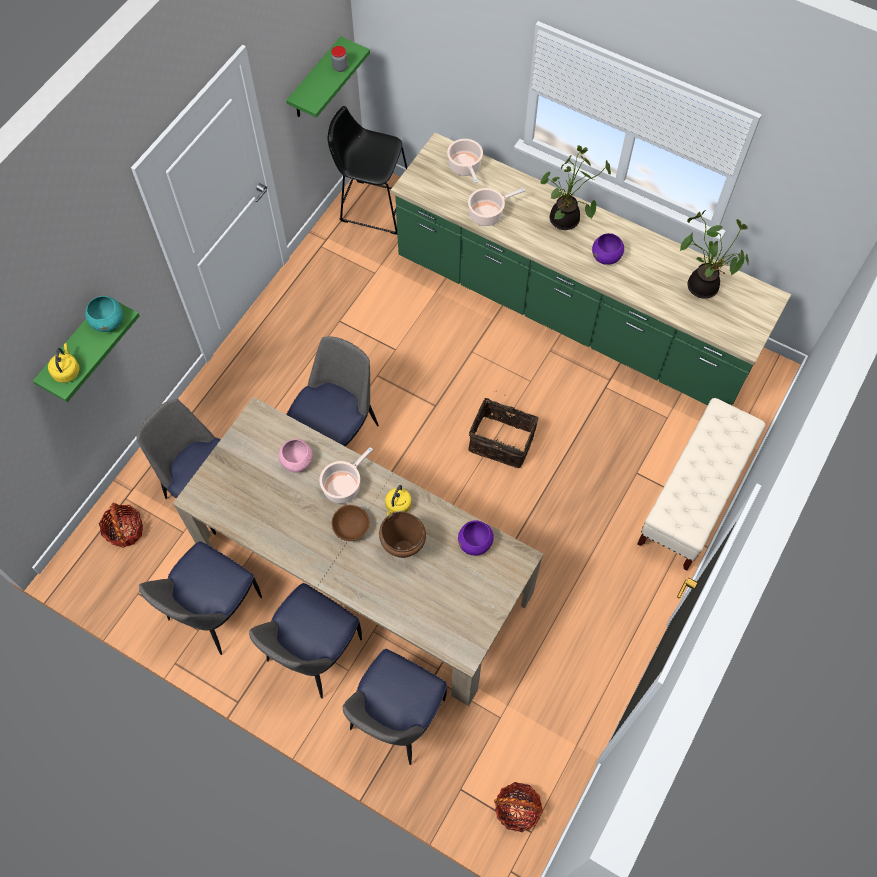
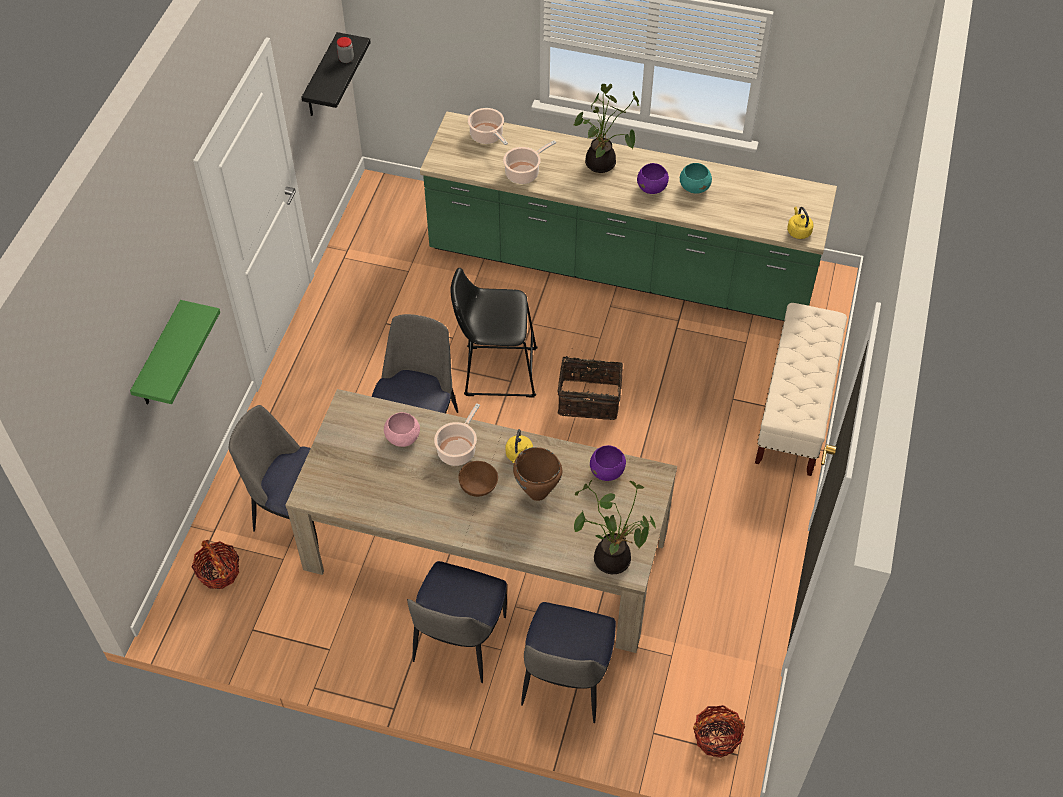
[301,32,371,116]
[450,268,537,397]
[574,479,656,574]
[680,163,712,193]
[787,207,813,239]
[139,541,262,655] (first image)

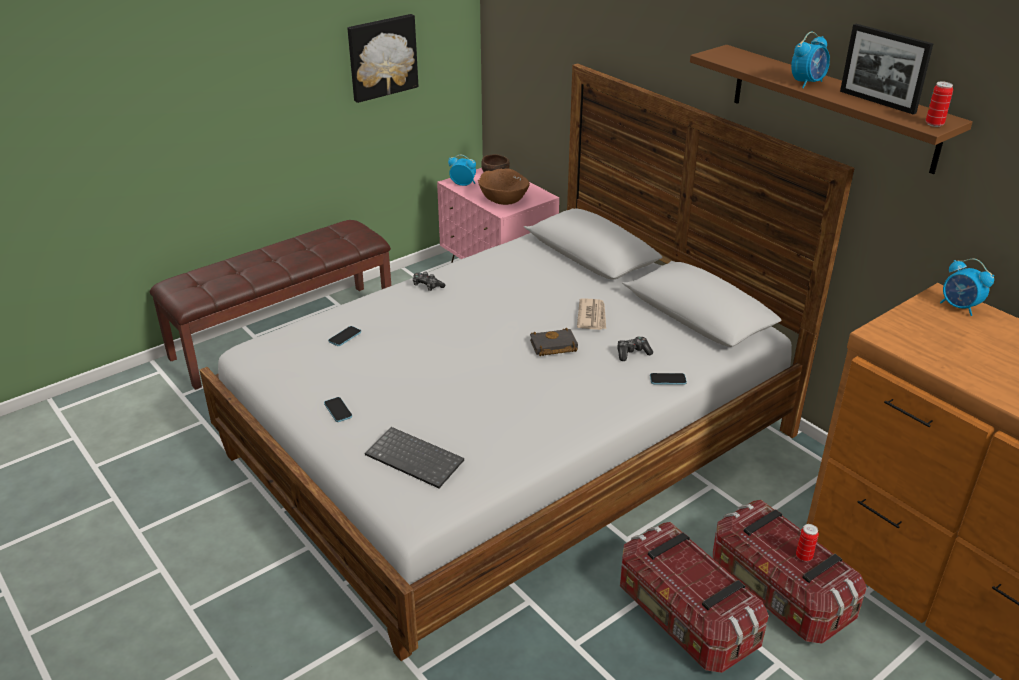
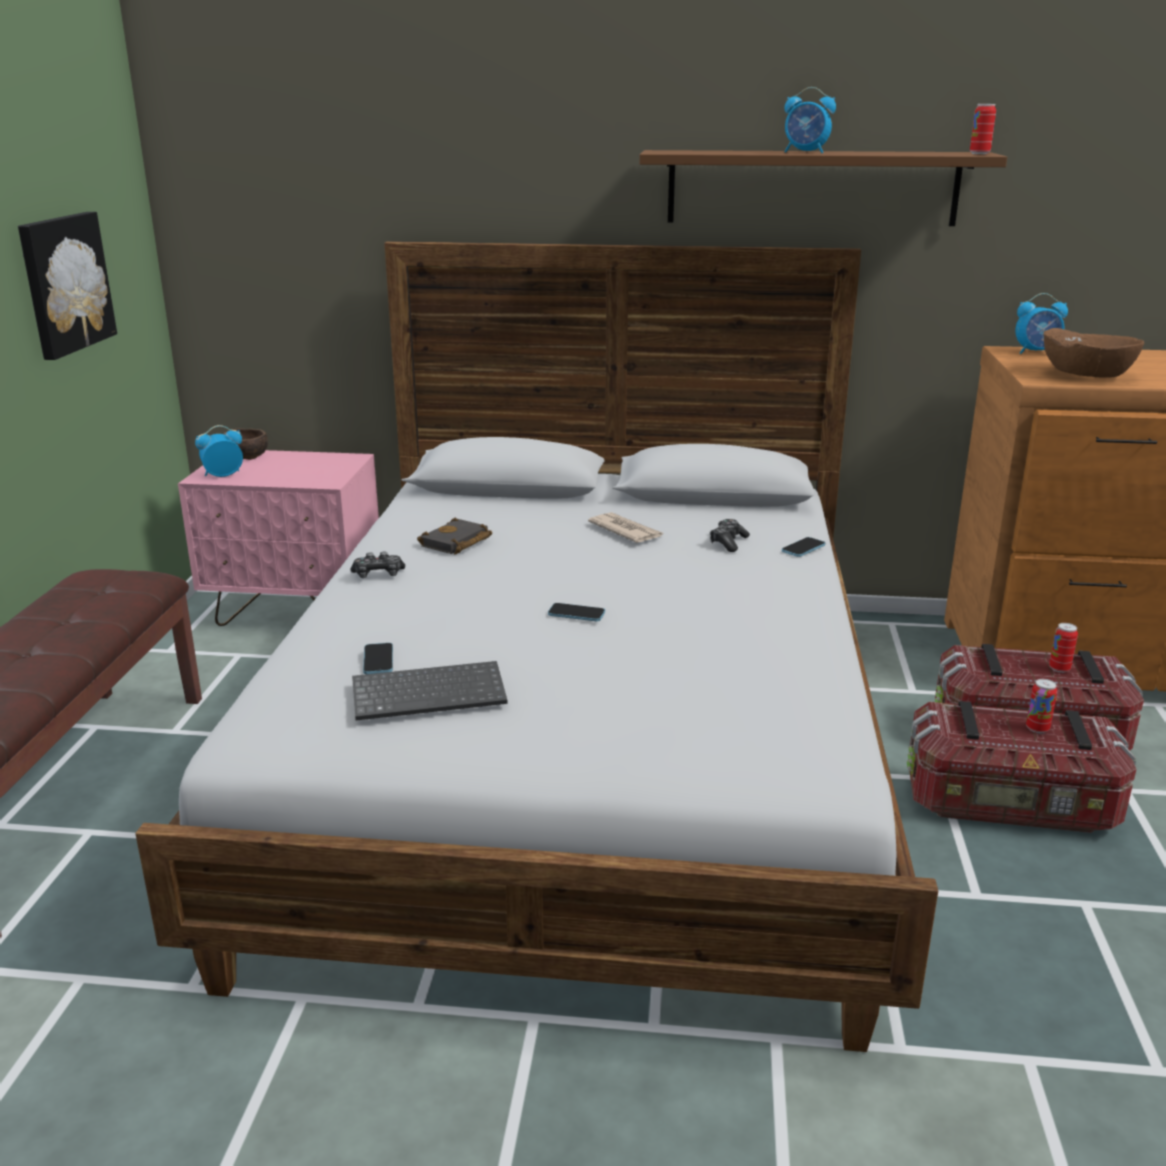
[352,661,507,720]
[417,518,492,554]
[548,603,605,621]
[785,87,836,153]
[1026,679,1057,733]
[1044,328,1144,378]
[840,24,933,115] (first image)

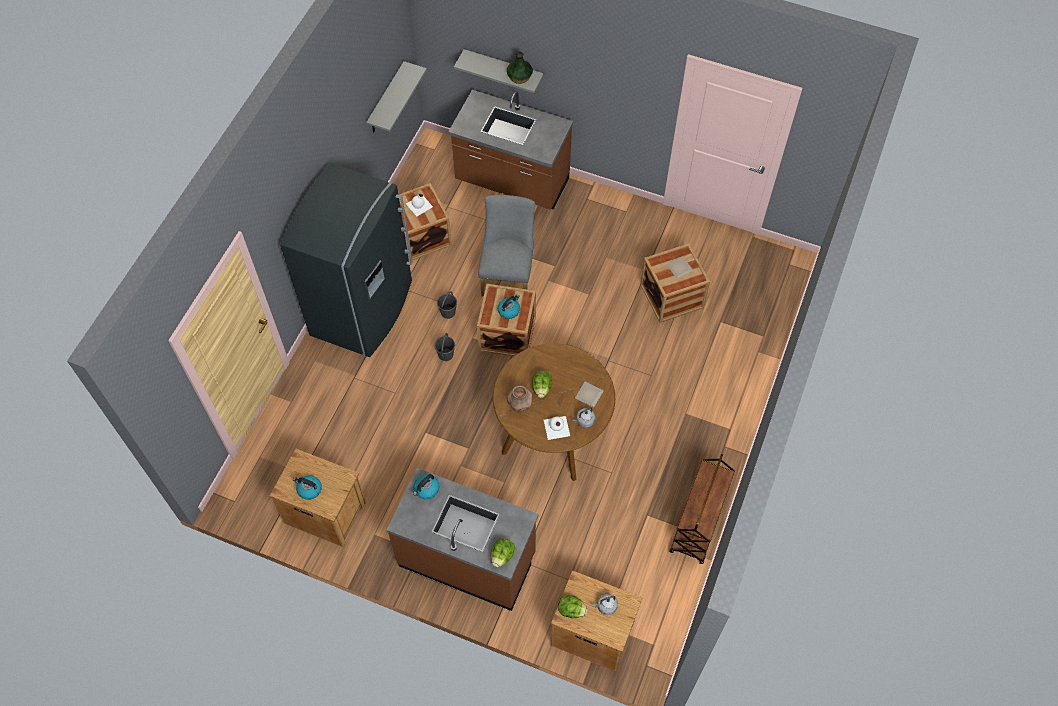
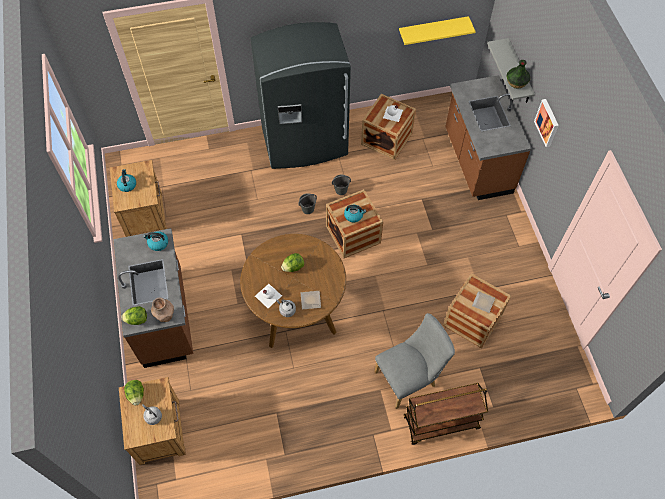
[151,297,174,322]
[374,313,455,409]
[399,16,476,45]
[403,383,488,445]
[534,99,559,147]

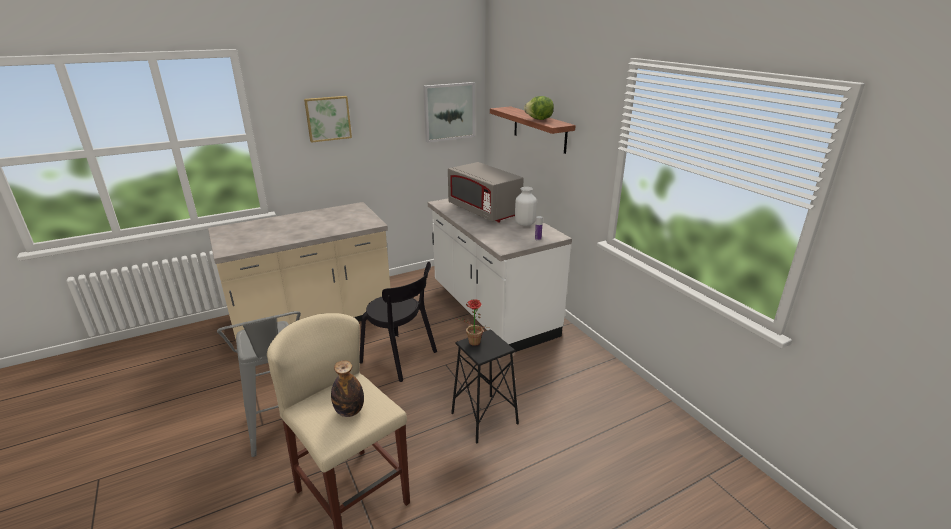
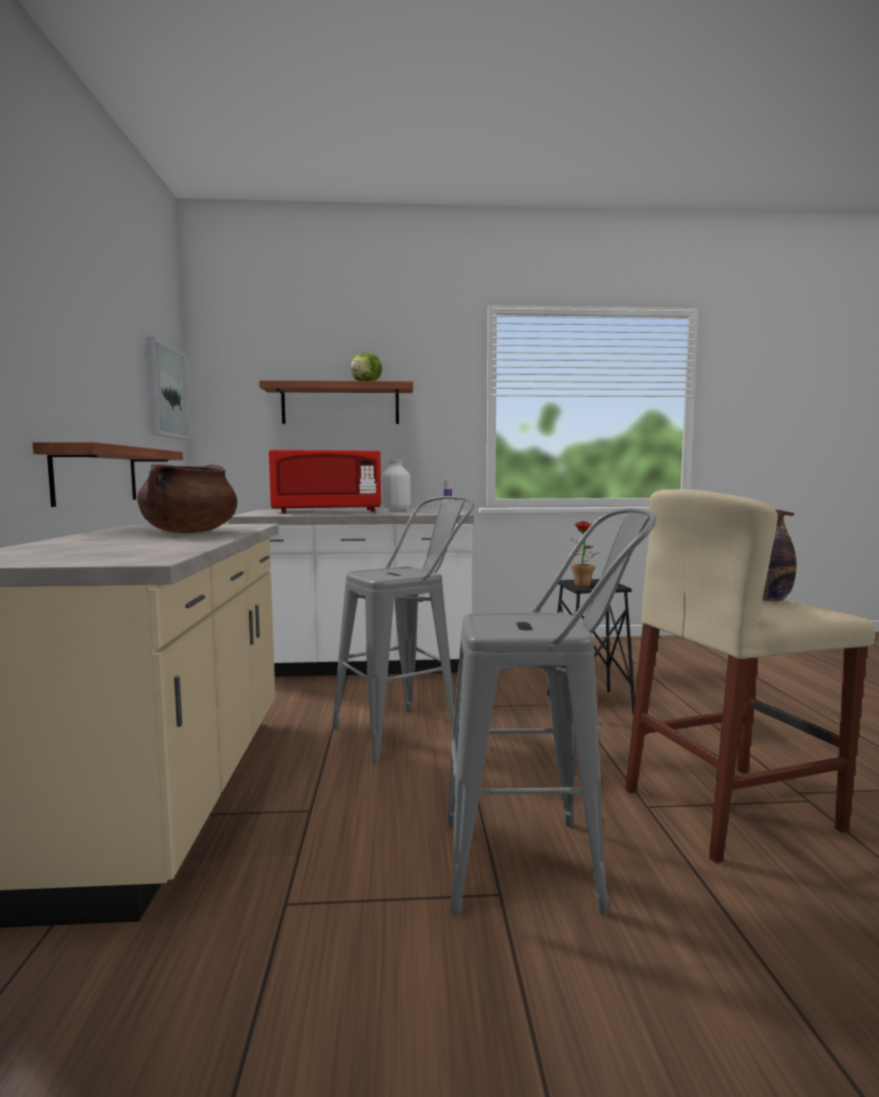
[33,442,183,507]
[137,464,237,533]
[269,450,381,513]
[332,496,475,763]
[304,96,352,143] (first image)

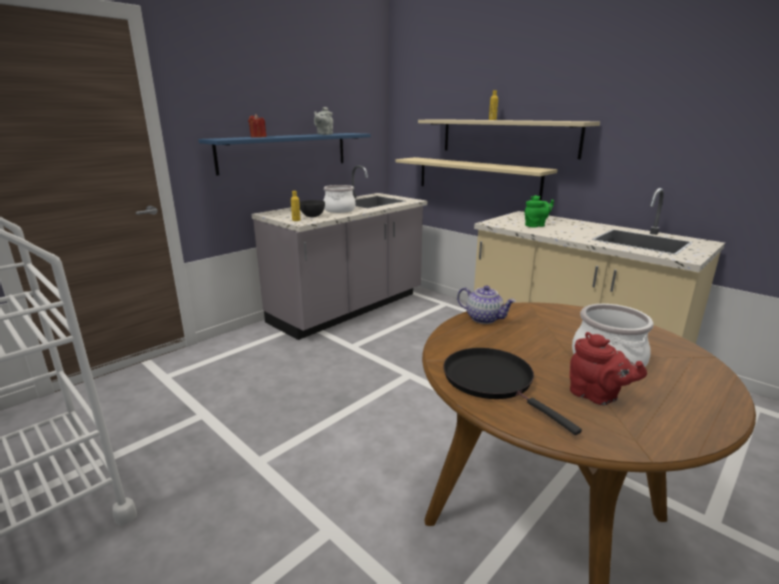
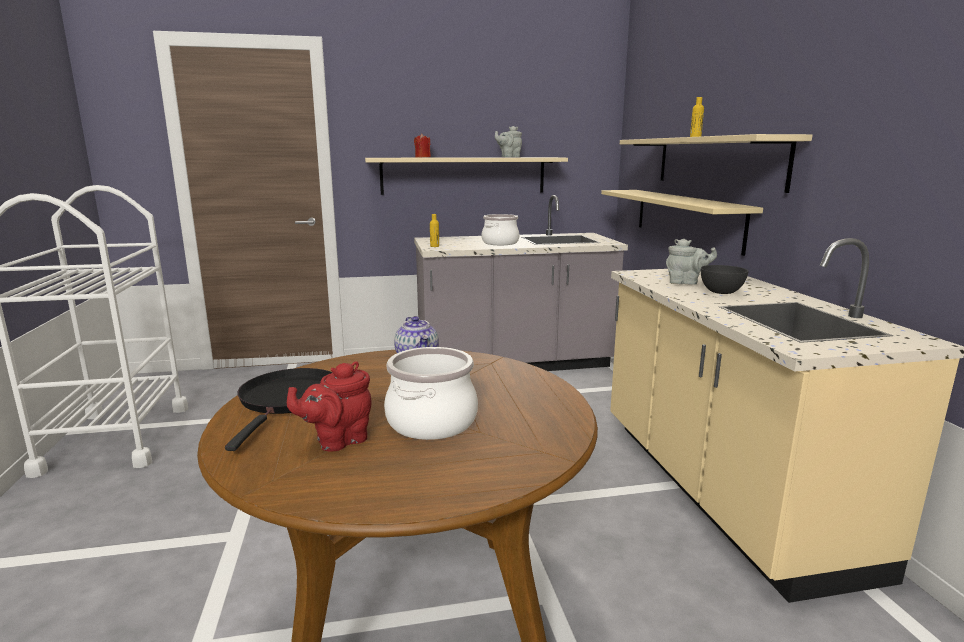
[287,361,372,452]
[365,157,568,195]
[666,239,717,285]
[701,265,748,294]

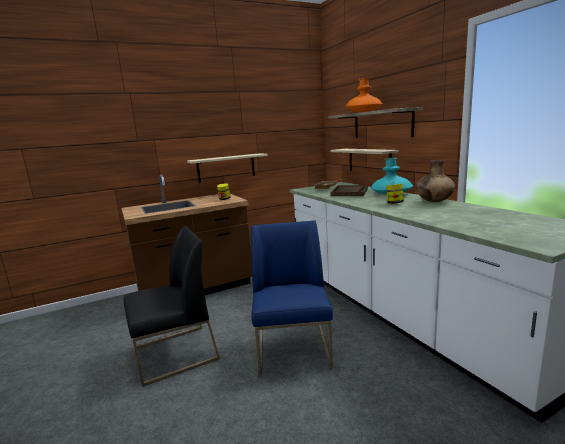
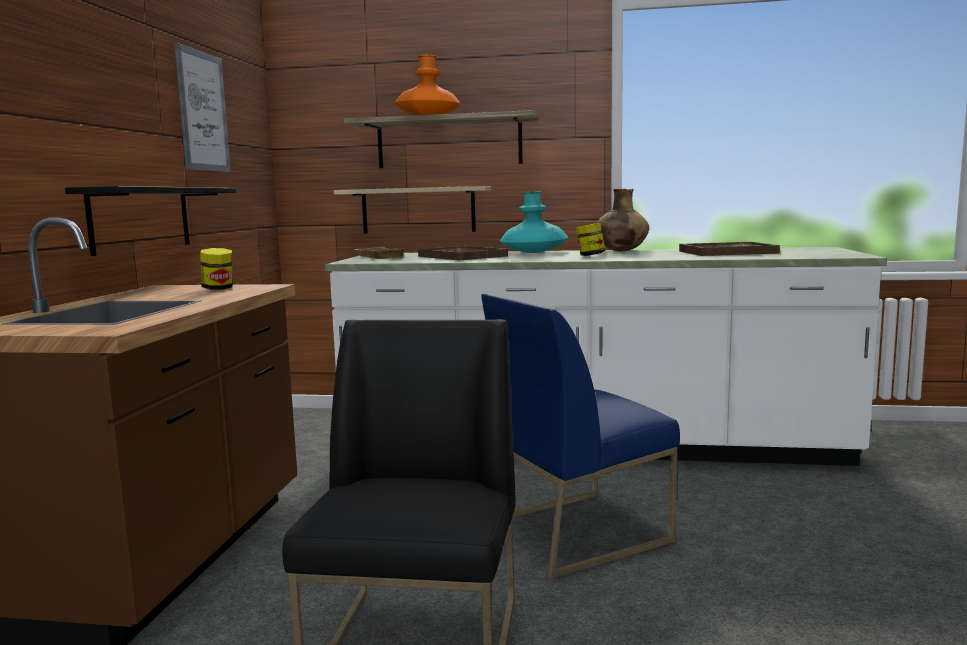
[65,186,236,256]
[174,43,231,172]
[481,294,680,579]
[679,242,780,256]

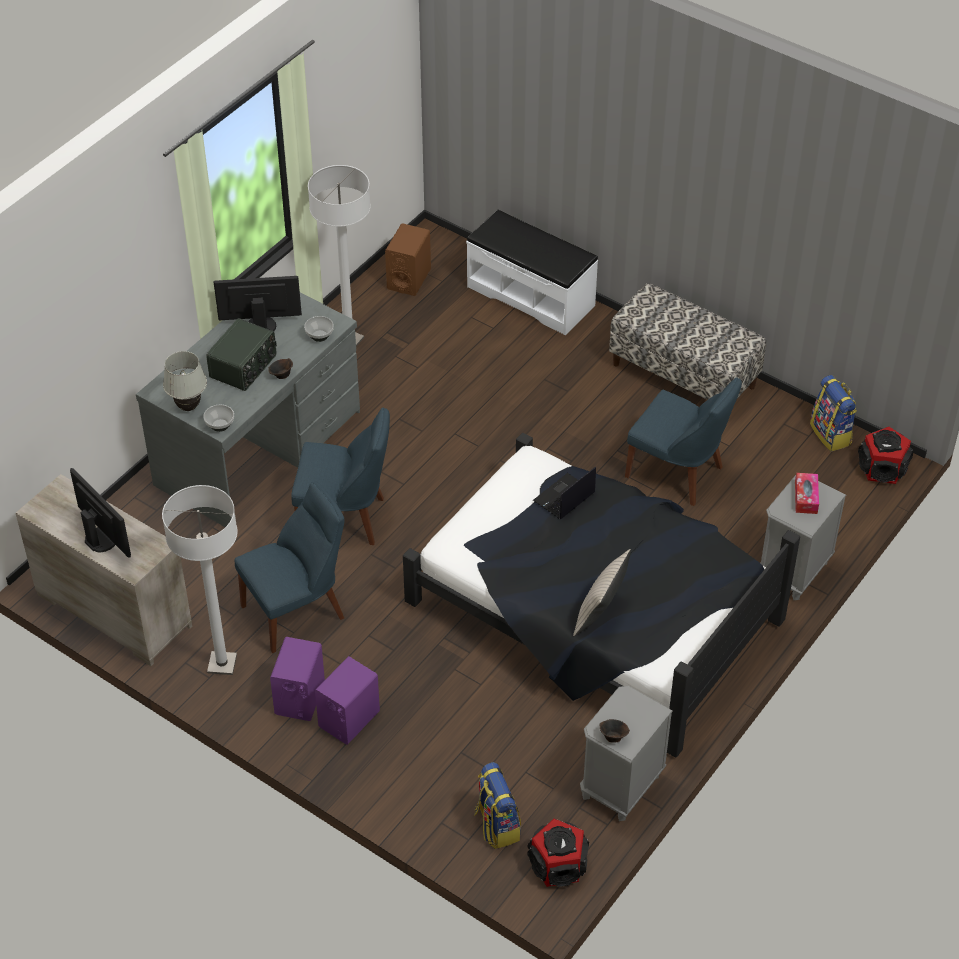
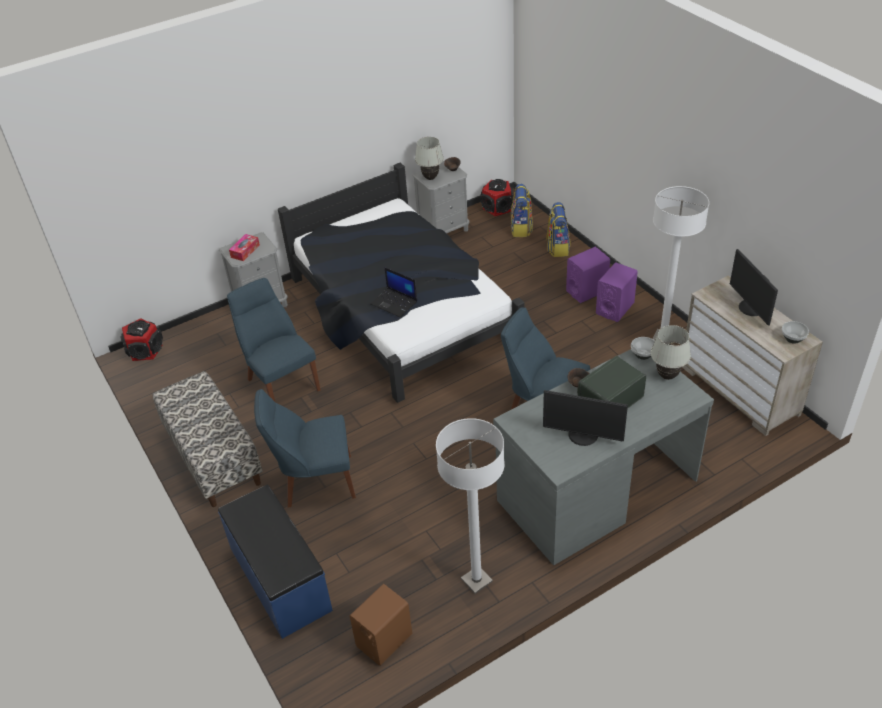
[218,485,333,639]
[254,389,356,507]
[370,267,417,317]
[415,137,444,180]
[546,202,570,257]
[782,321,809,344]
[573,549,631,636] (first image)

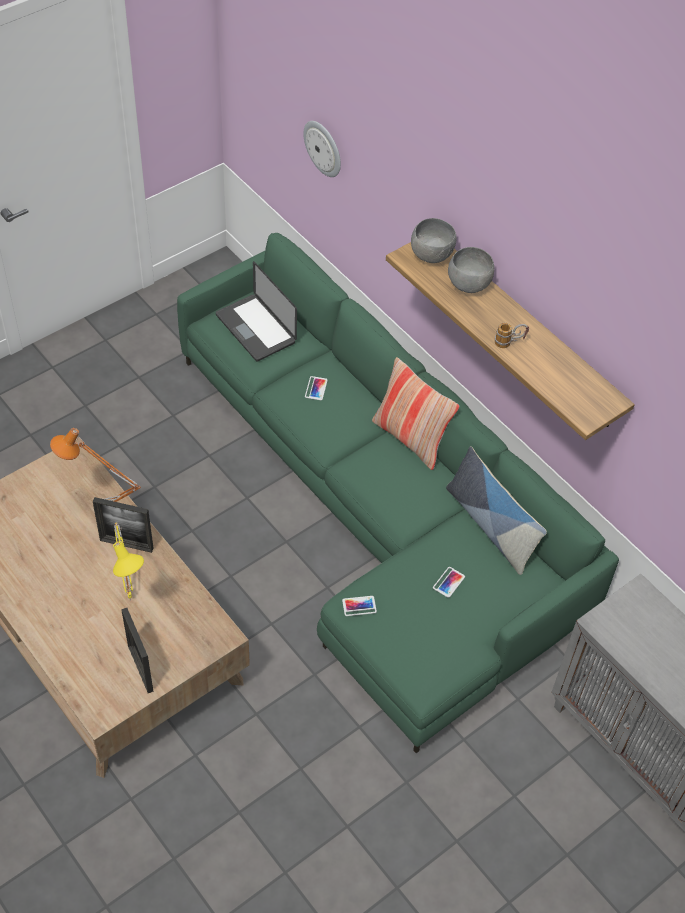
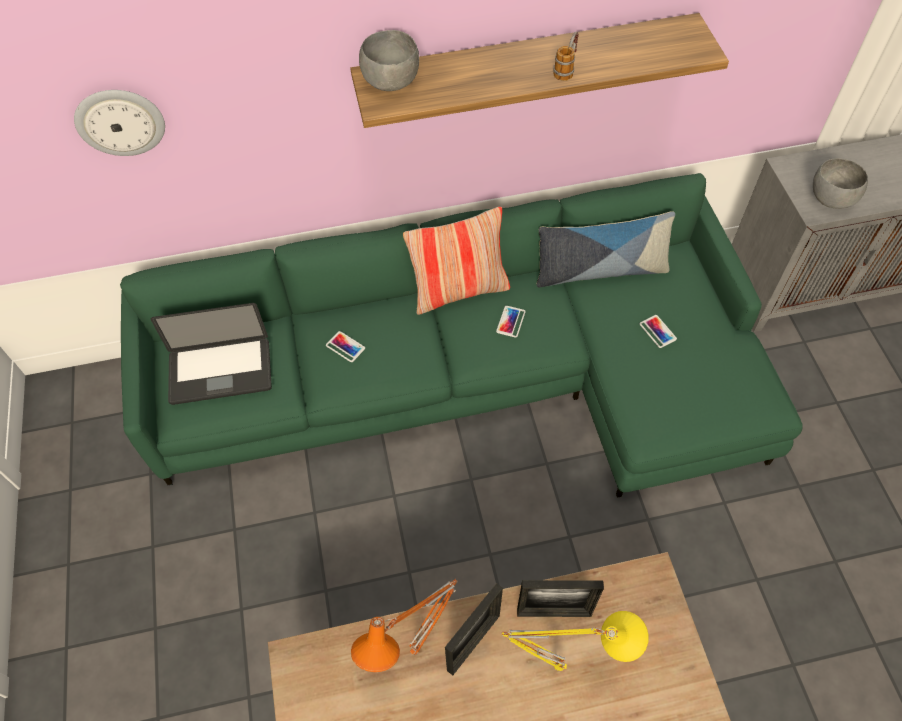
[496,306,526,338]
[517,580,604,617]
[813,158,868,209]

